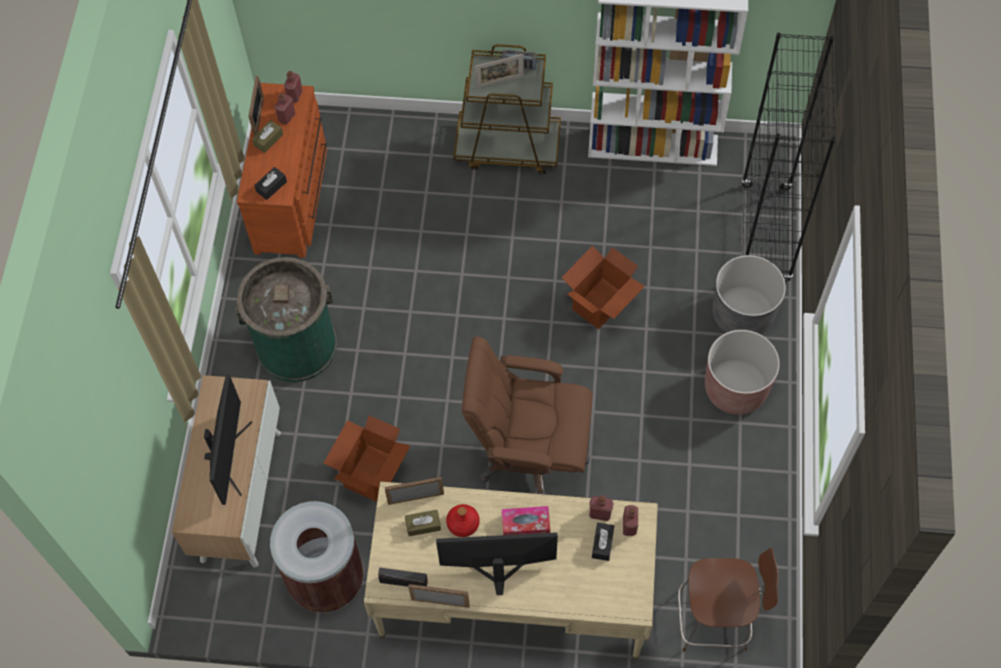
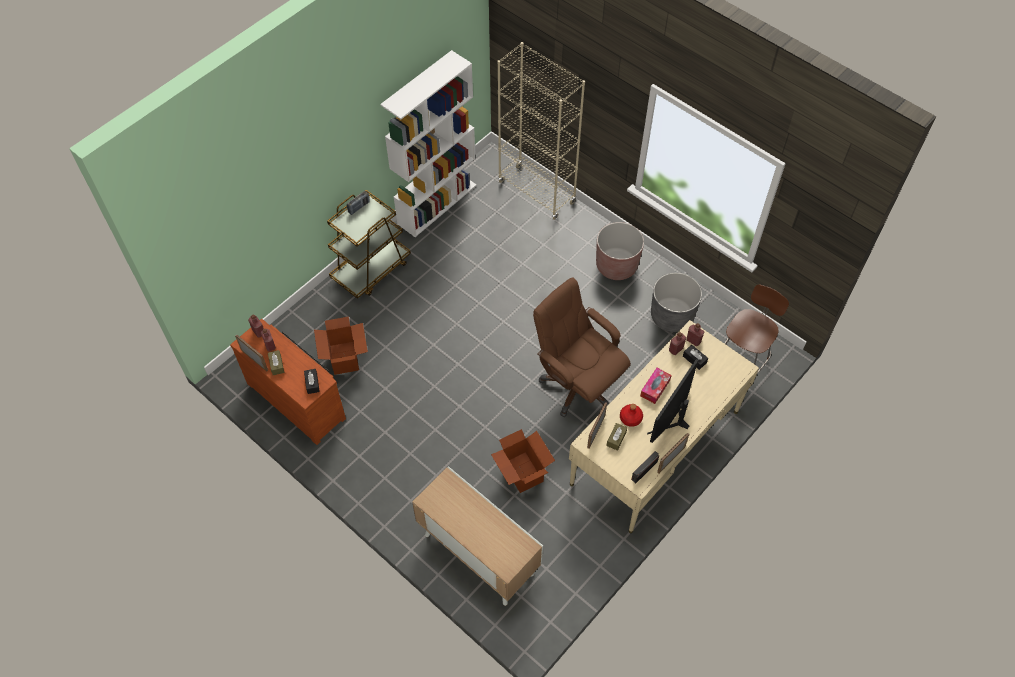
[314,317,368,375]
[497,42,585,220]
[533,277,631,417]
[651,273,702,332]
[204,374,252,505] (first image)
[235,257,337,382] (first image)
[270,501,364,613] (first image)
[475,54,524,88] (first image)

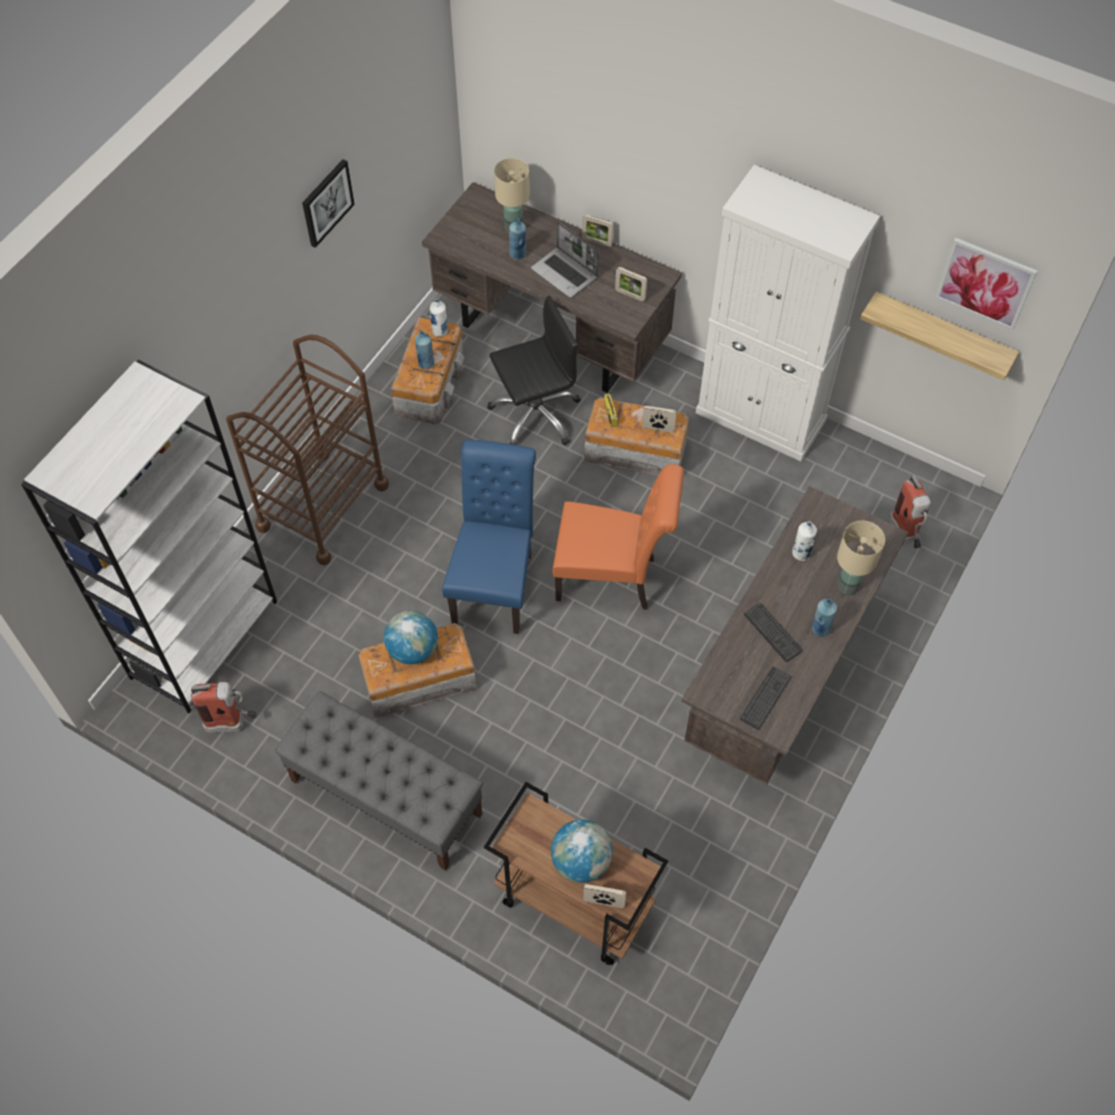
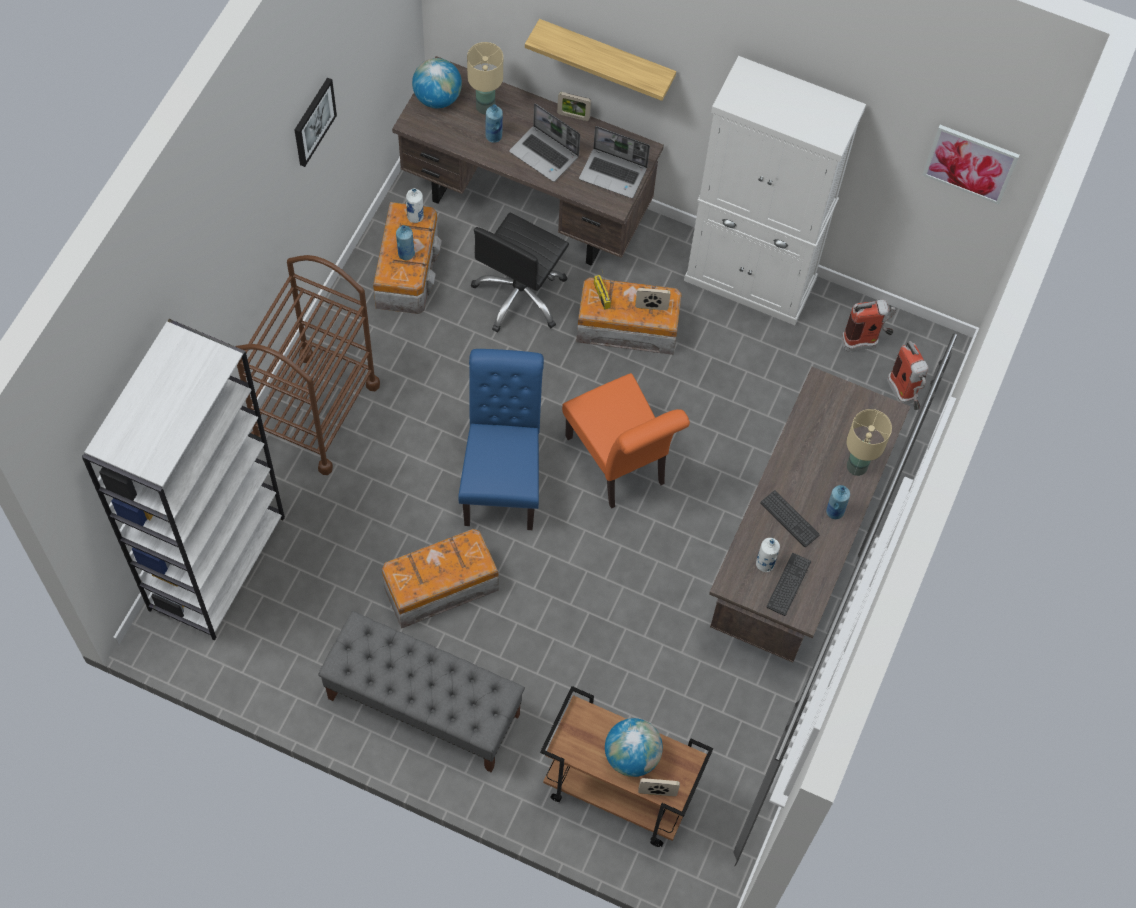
[412,58,462,108]
[471,213,569,332]
[525,19,676,101]
[562,373,690,509]
[579,126,650,198]
[756,538,780,572]
[841,300,896,351]

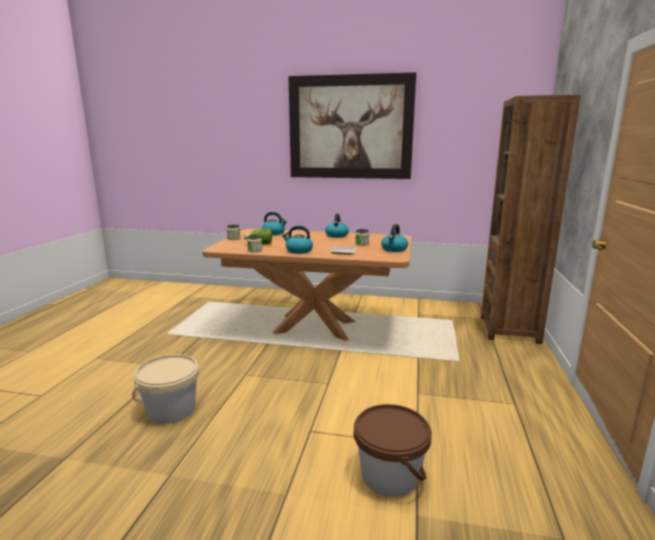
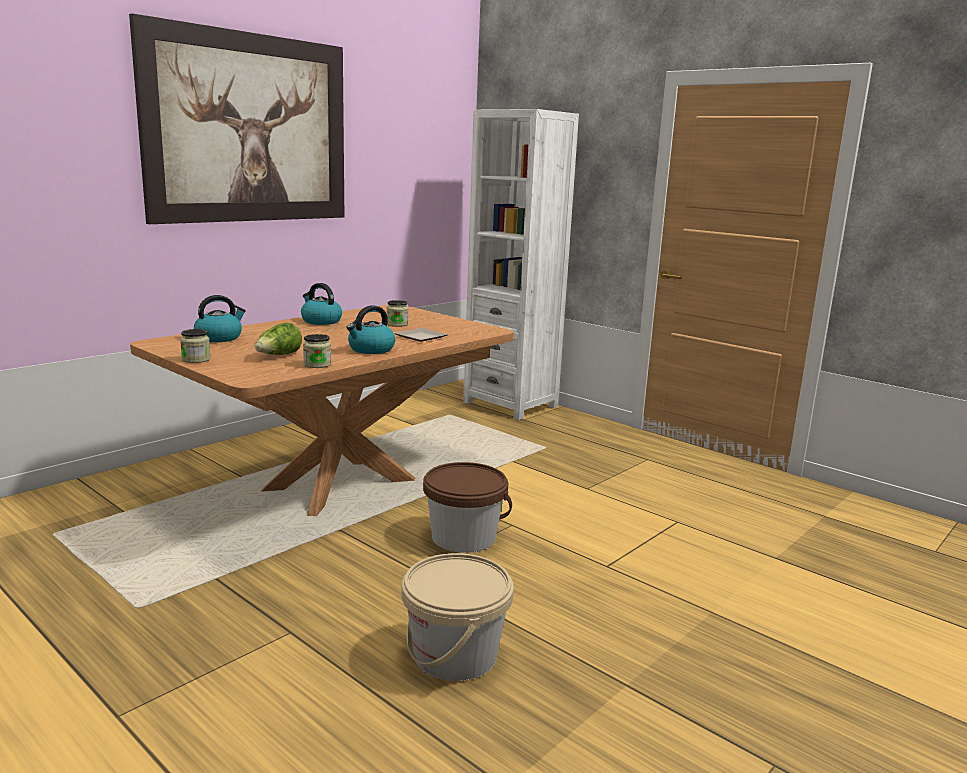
[423,462,512,553]
[463,109,579,420]
[381,224,408,252] (first image)

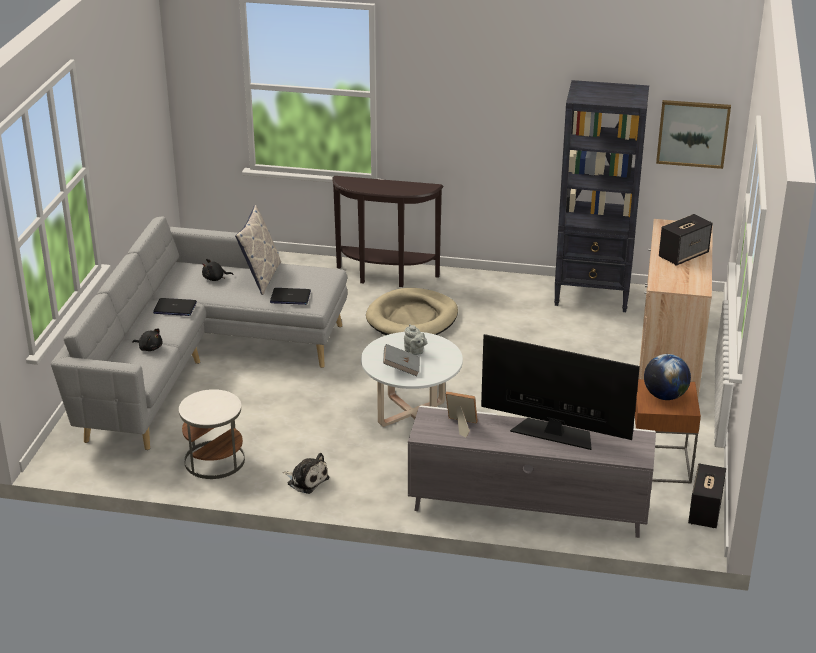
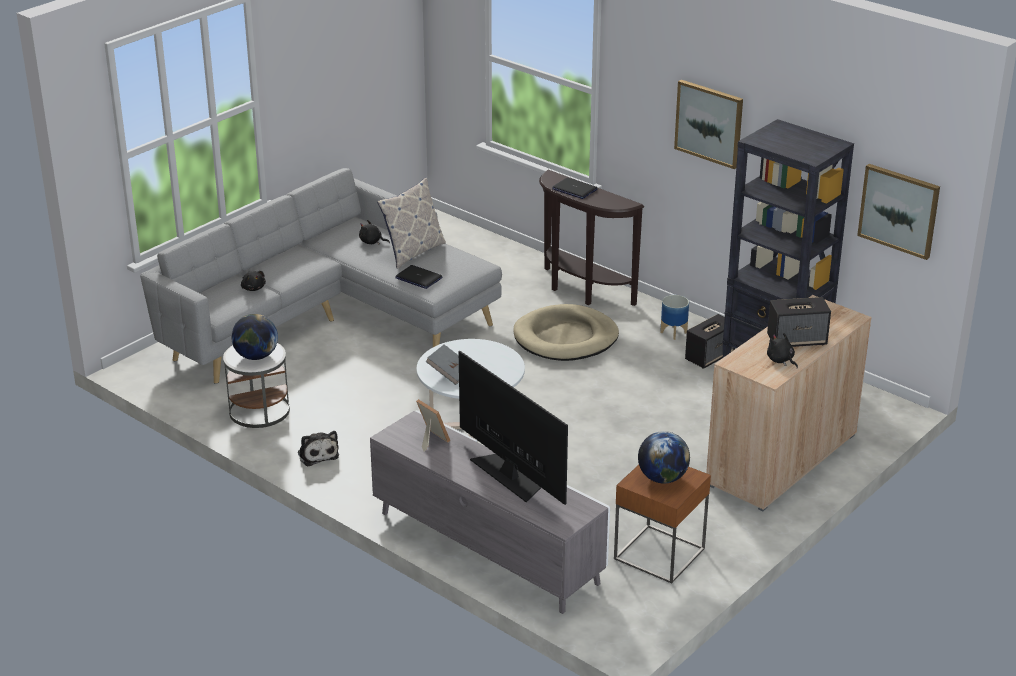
[231,314,278,360]
[552,178,597,199]
[660,295,689,340]
[674,80,743,169]
[685,314,735,369]
[767,333,798,368]
[404,324,427,355] (first image)

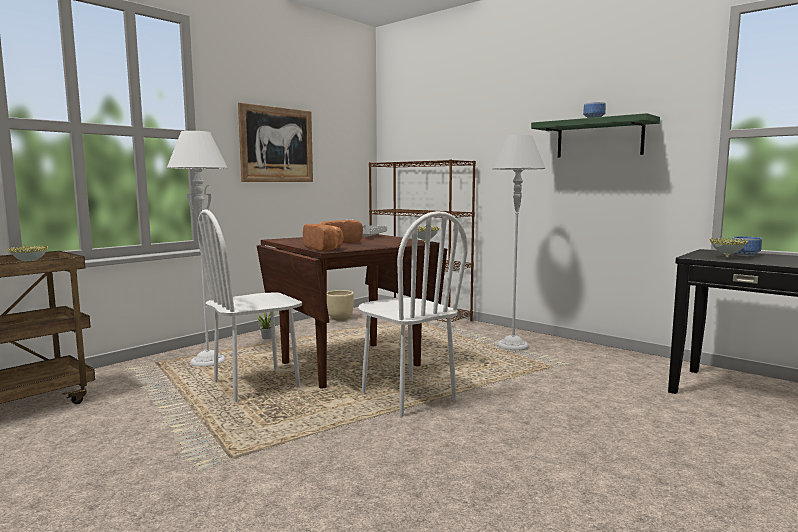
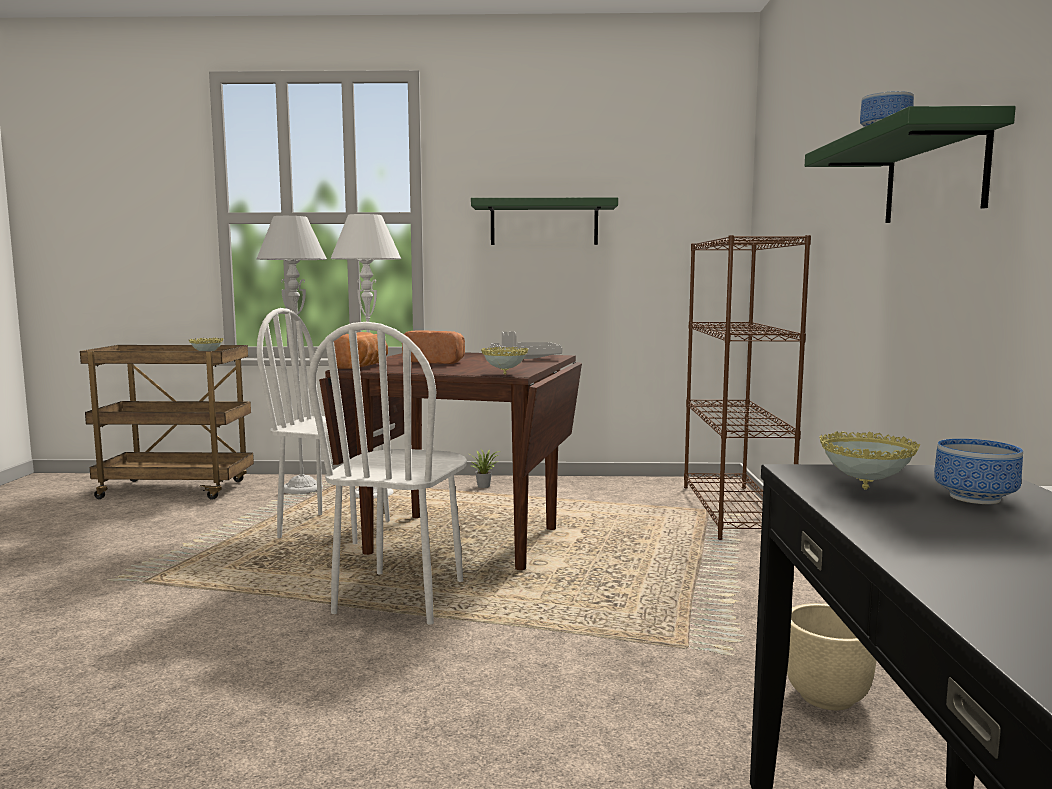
[257,216,327,494]
[471,198,618,245]
[787,603,876,710]

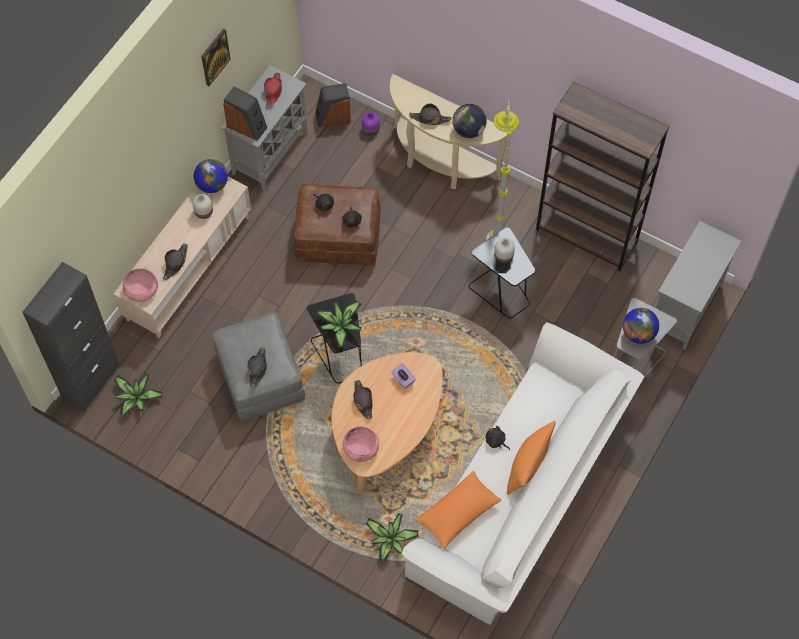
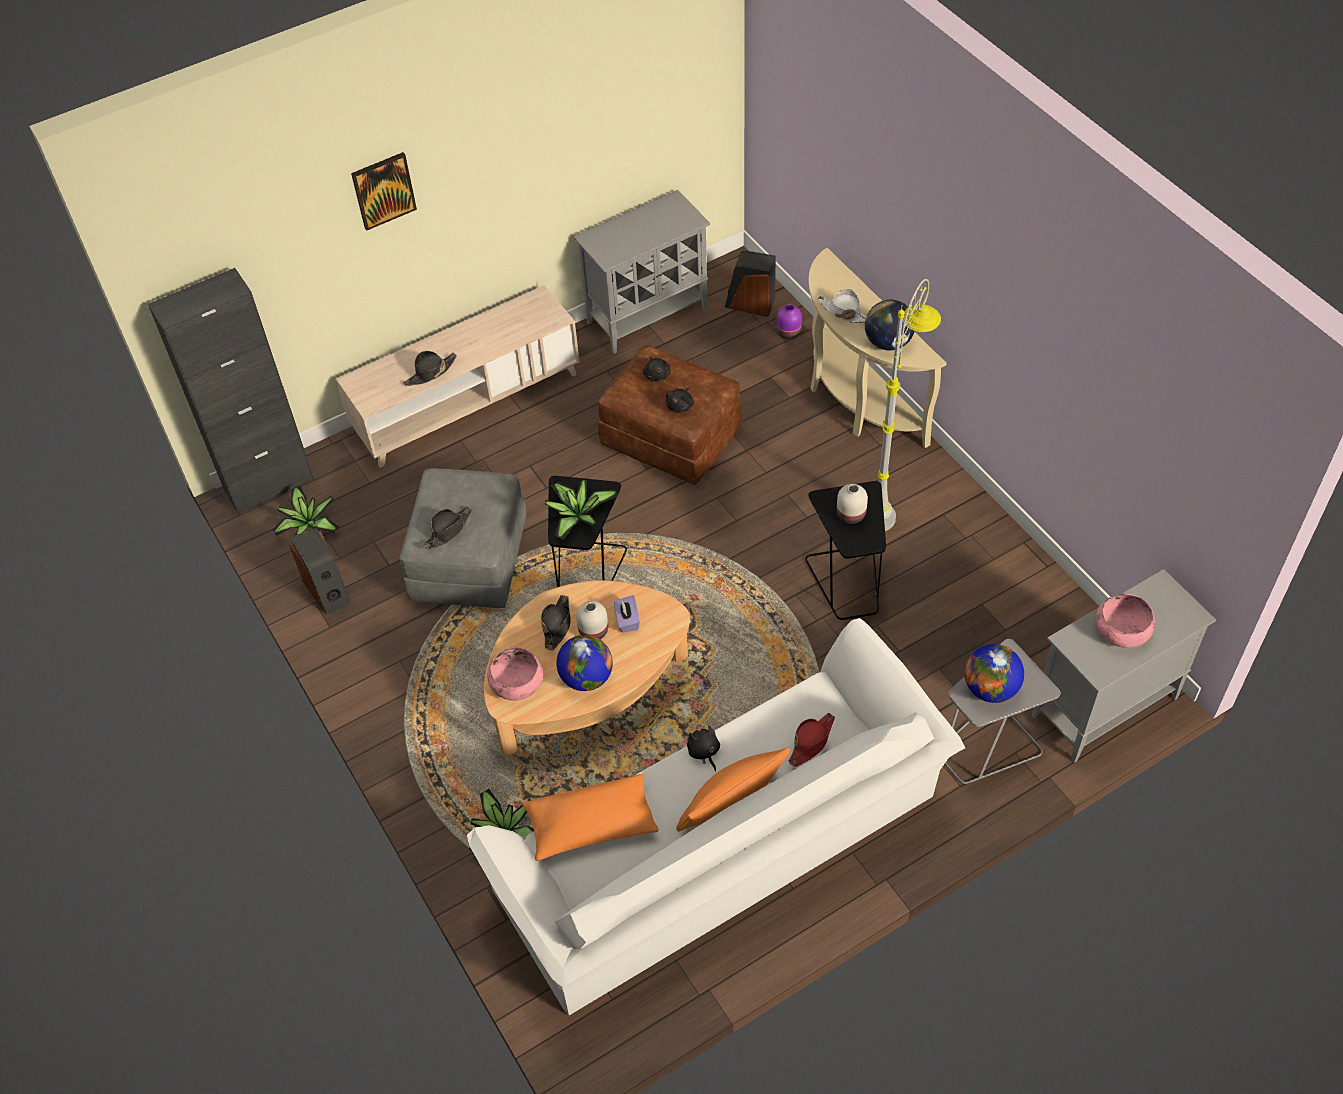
[290,528,351,615]
[351,152,417,231]
[556,635,613,691]
[576,601,608,639]
[789,713,835,767]
[817,289,866,323]
[1095,593,1155,648]
[536,81,670,271] (first image)

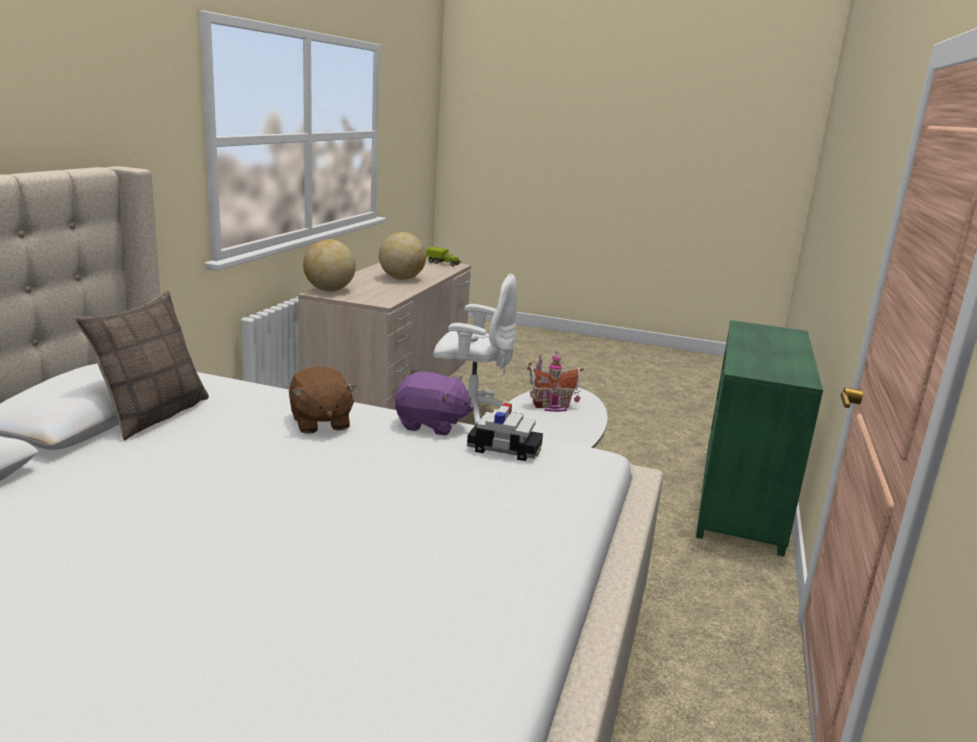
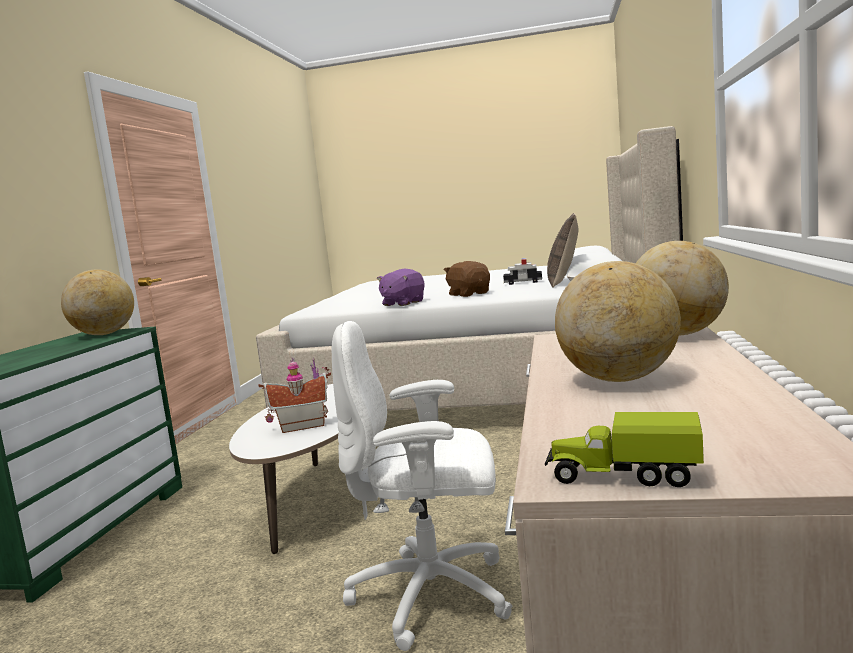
[61,269,134,335]
[377,269,425,306]
[503,258,542,285]

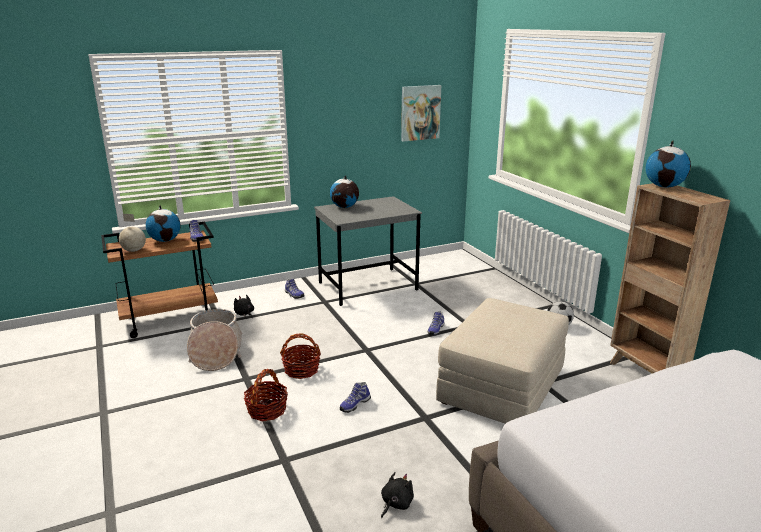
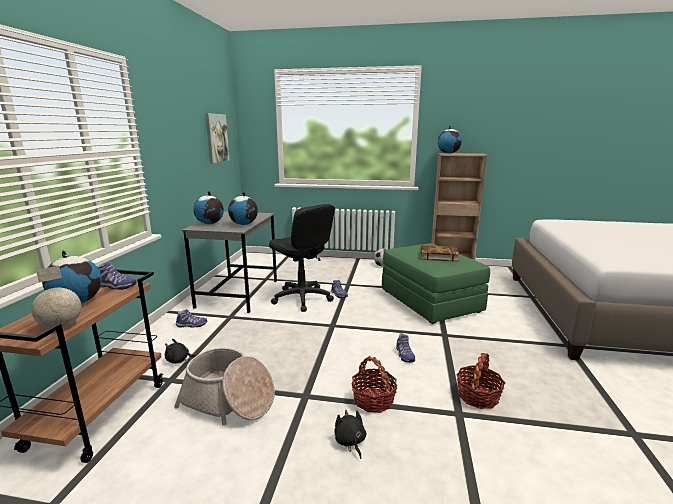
[228,192,258,225]
[269,204,335,312]
[334,410,366,459]
[382,243,490,324]
[421,245,459,262]
[457,353,505,409]

